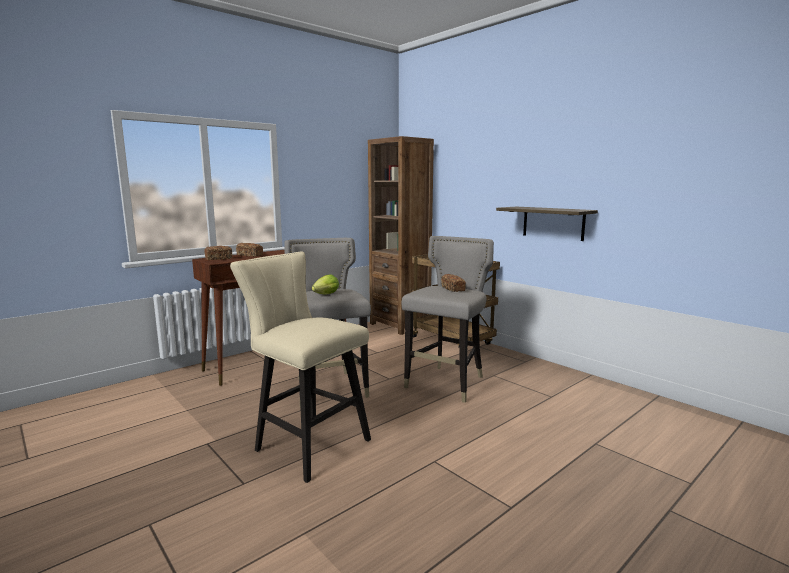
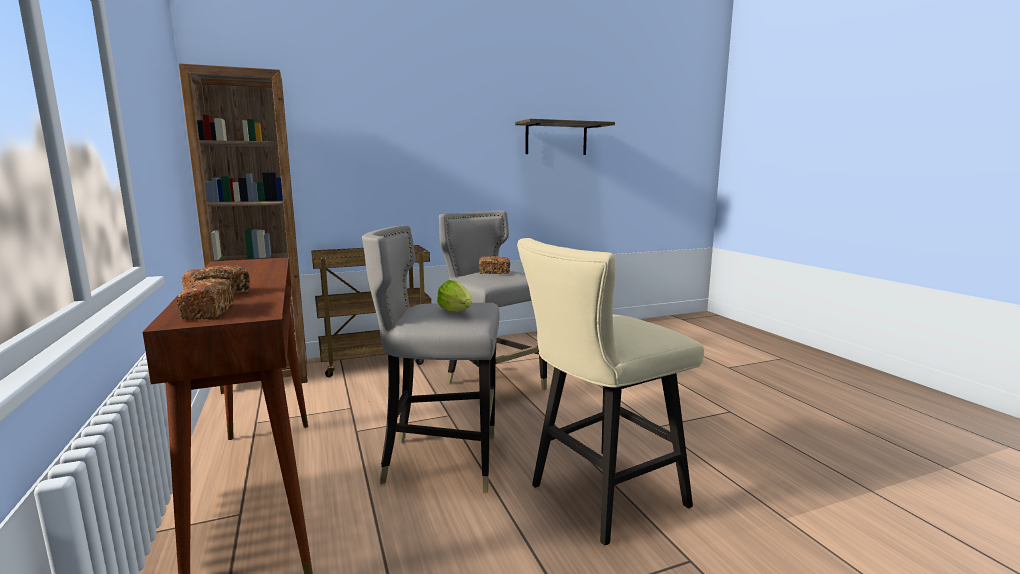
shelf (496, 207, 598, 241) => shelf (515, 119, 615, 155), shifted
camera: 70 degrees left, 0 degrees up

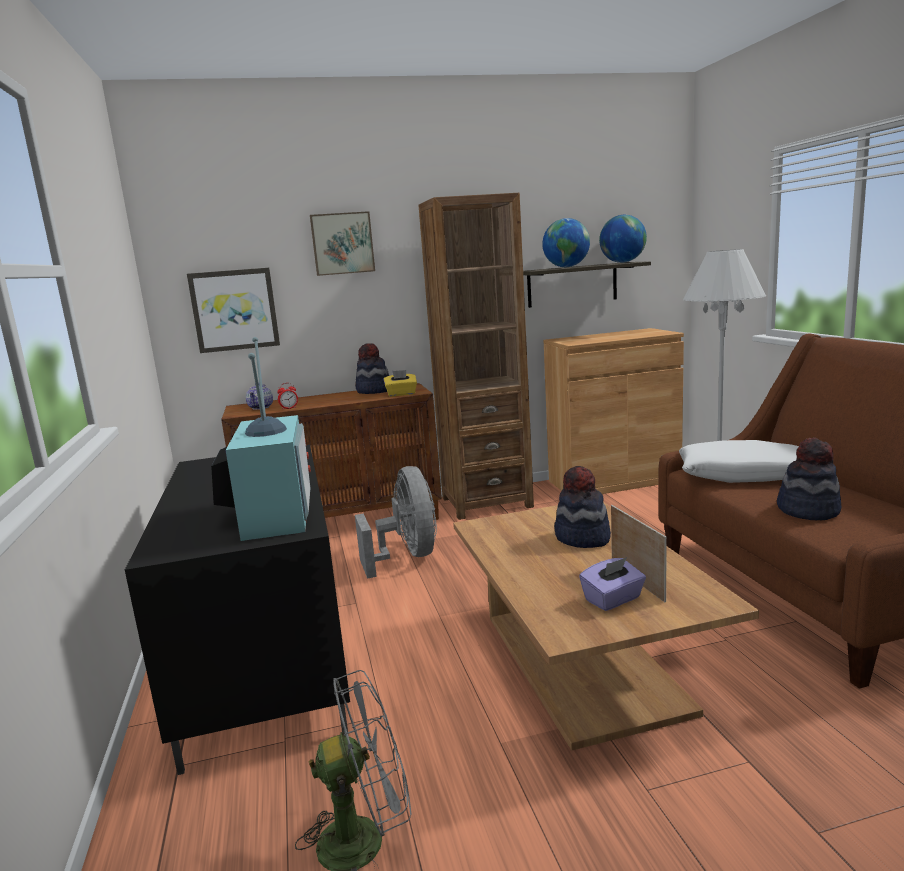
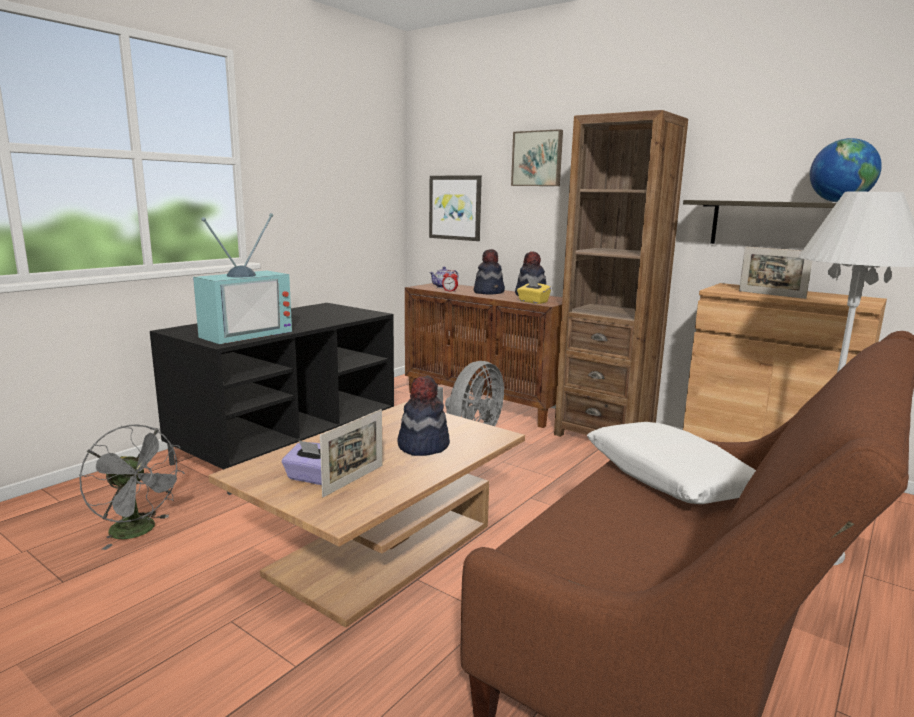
globe (542, 218, 590, 267) => nothing
nothing => picture frame (739, 247, 812, 299)
hat (777, 438, 841, 520) => hat (474, 249, 505, 294), shifted
camera: 50 degrees right, 0 degrees up

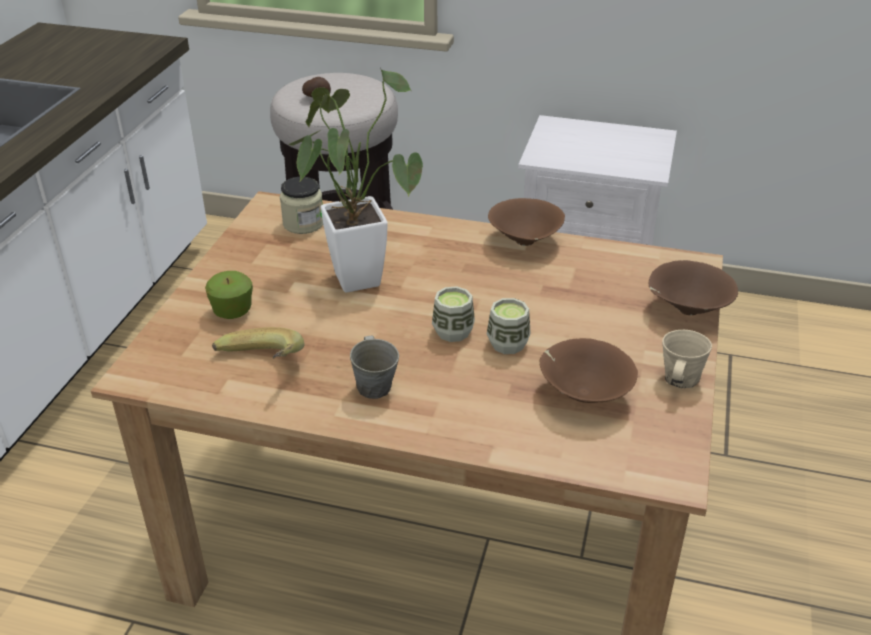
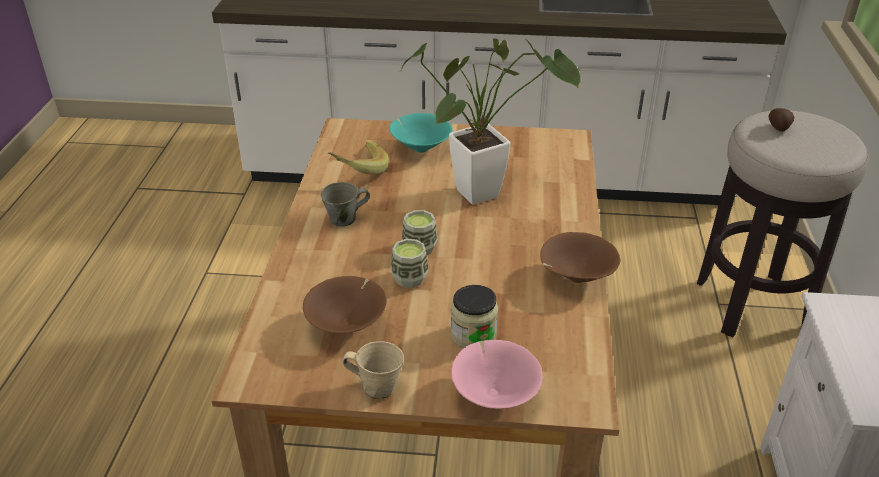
jar (280, 177, 323, 234) => jar (451, 285, 498, 348), shifted
apple (205, 271, 253, 319) => bowl in turquoise (389, 113, 452, 153)
bowl in brown (649, 260, 738, 315) => bowl in pink (451, 340, 542, 409)
camera: 80 degrees right, 0 degrees up

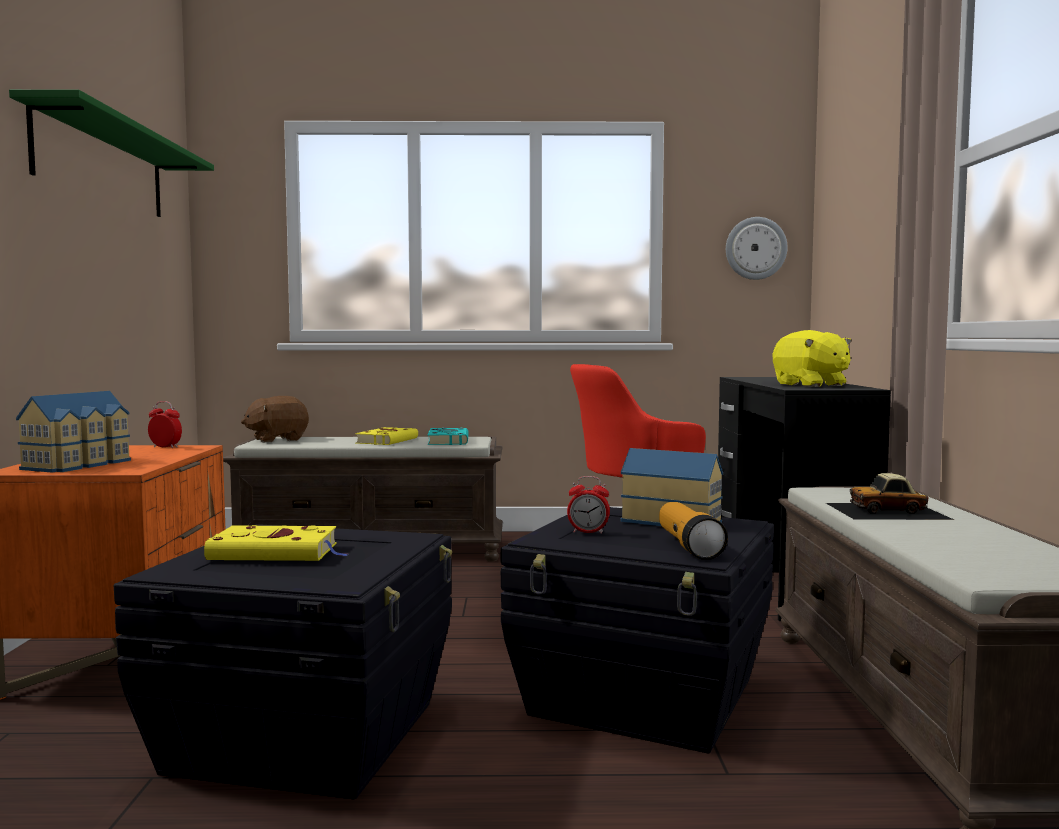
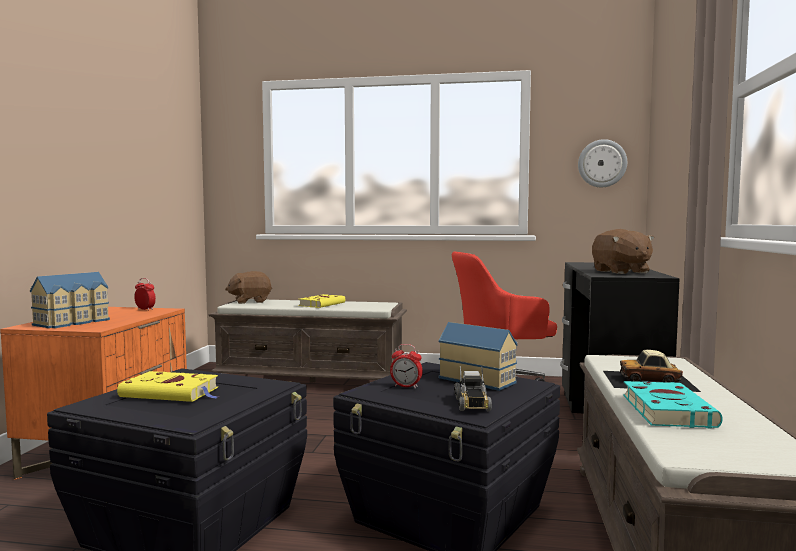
shelf in green (9, 89, 214, 217) => nothing
book in turquoise (428, 428, 469, 445) => book in turquoise (623, 381, 723, 428), shifted
flashlight (659, 502, 728, 560) => toy truck (454, 366, 492, 412)
plush toy in yellow (773, 330, 851, 387) => plush toy in brown (592, 229, 655, 274)
camera: 10 degrees right, 0 degrees up

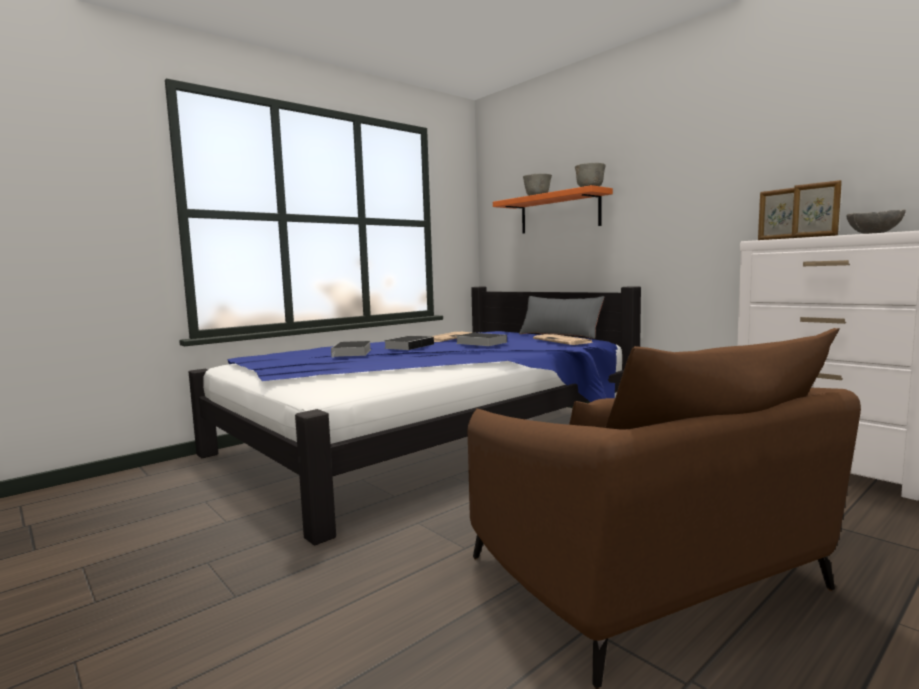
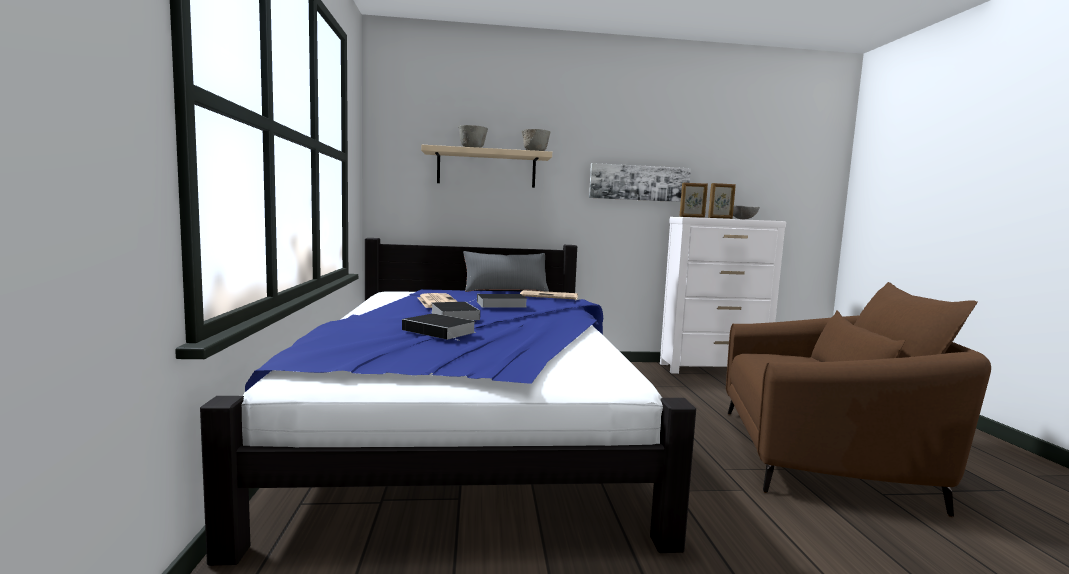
nothing => picture (589, 163, 691, 202)
shelf in orange (493, 185, 613, 234) => shelf in beige (421, 145, 552, 188)
camera: 55 degrees left, 0 degrees up

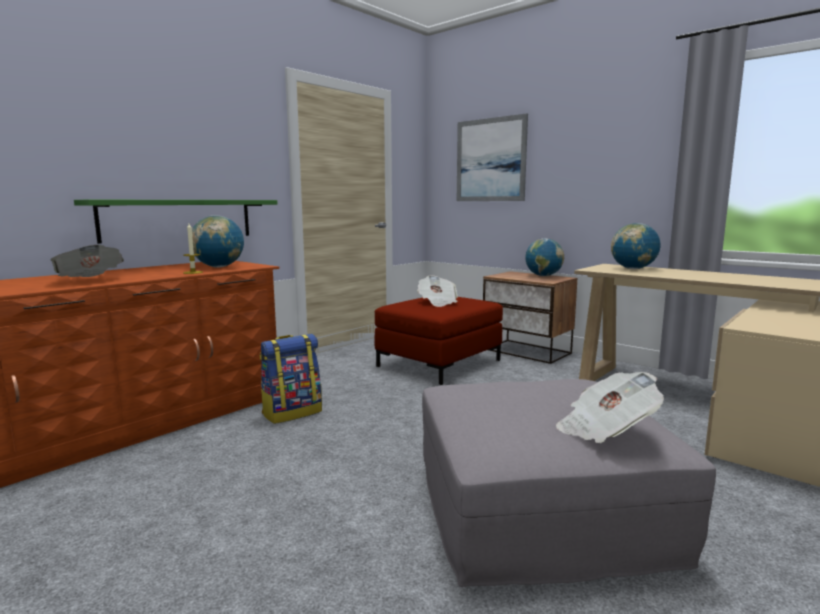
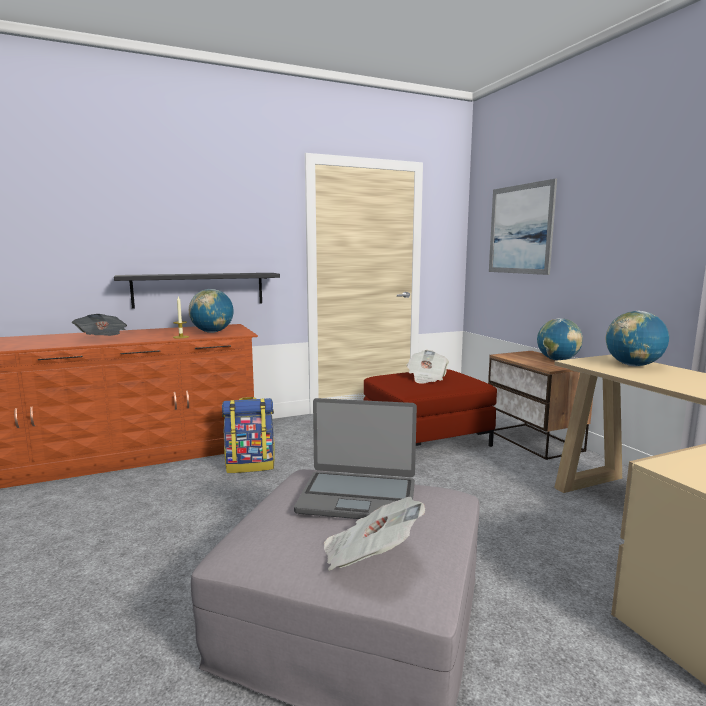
nothing => laptop (294, 398, 417, 519)
shelf in green (74, 200, 277, 244) => shelf in black (114, 273, 280, 309)
camera: 25 degrees right, 0 degrees up

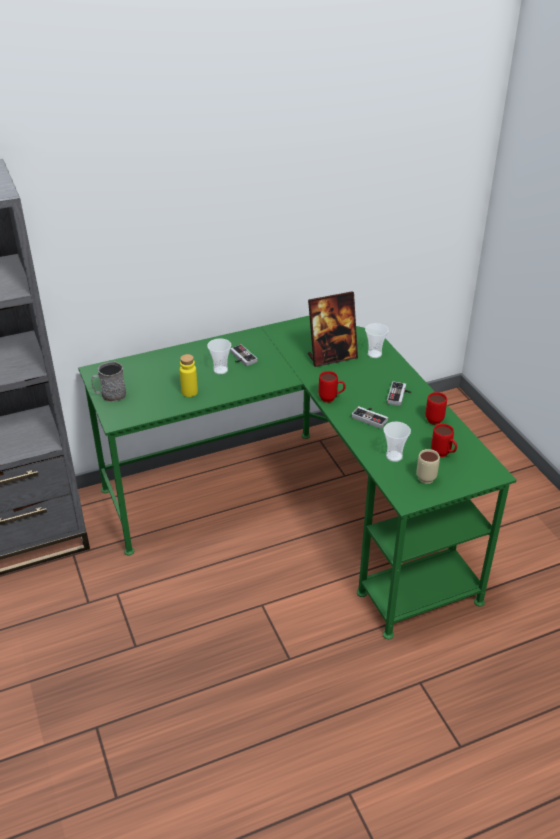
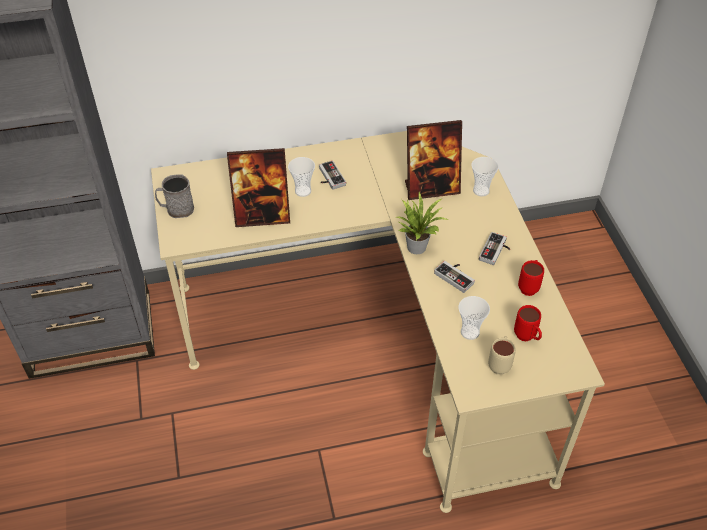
bottle in yellow (180, 354, 198, 397) => picture frame (227, 148, 290, 227)
mug in red (319, 371, 346, 403) => potted plant (396, 192, 448, 254)
desk in green (78, 316, 516, 639) => desk in beige (151, 131, 605, 513)
camera: 10 degrees right, 10 degrees up

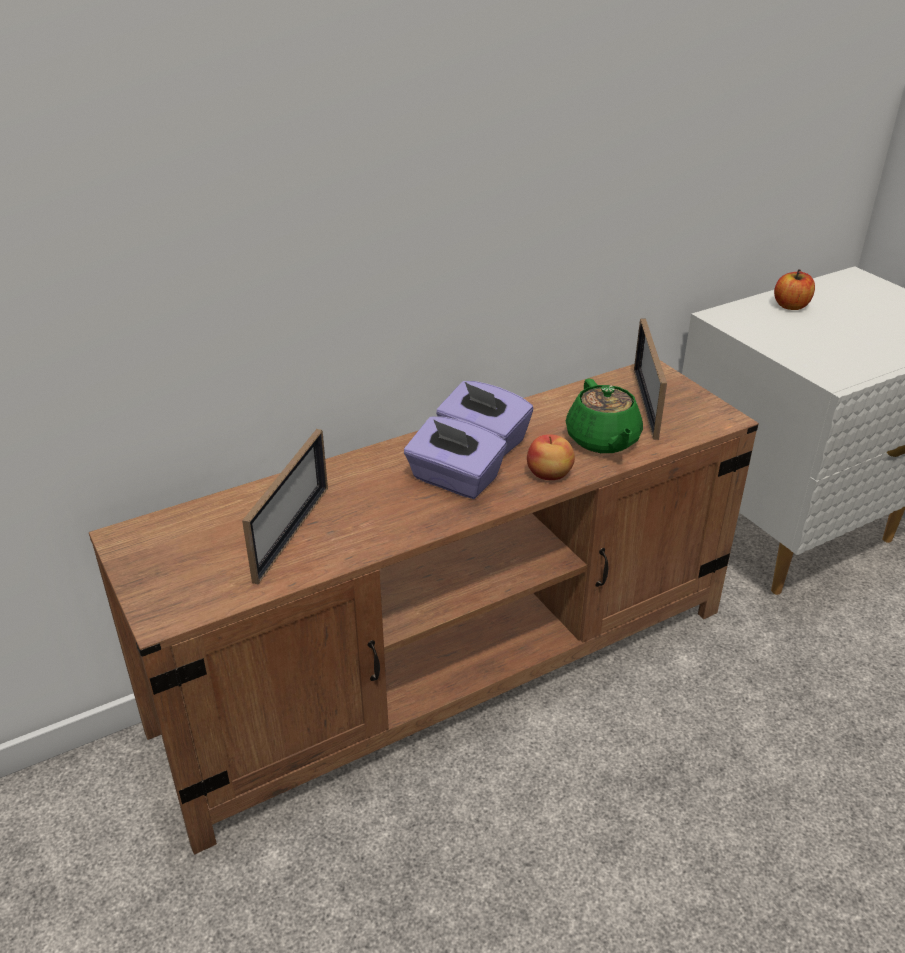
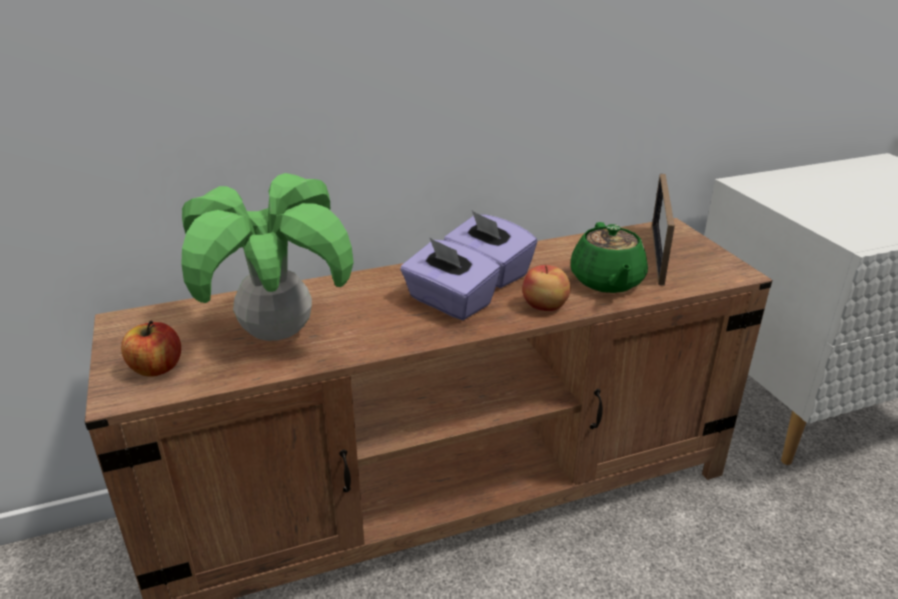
apple (774, 269, 815, 310) => apple (121, 320, 181, 377), shifted
picture frame (242, 429, 328, 584) => potted plant (181, 173, 354, 341)
camera: 10 degrees right, 5 degrees down

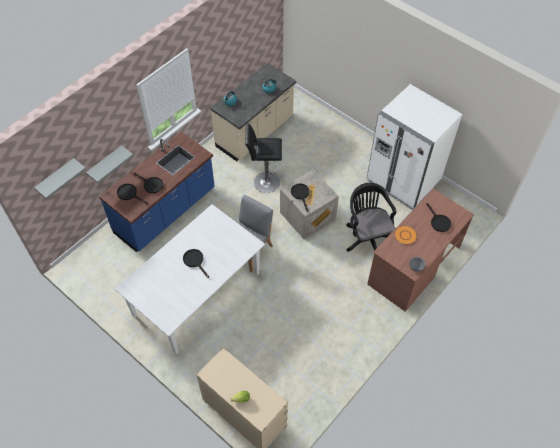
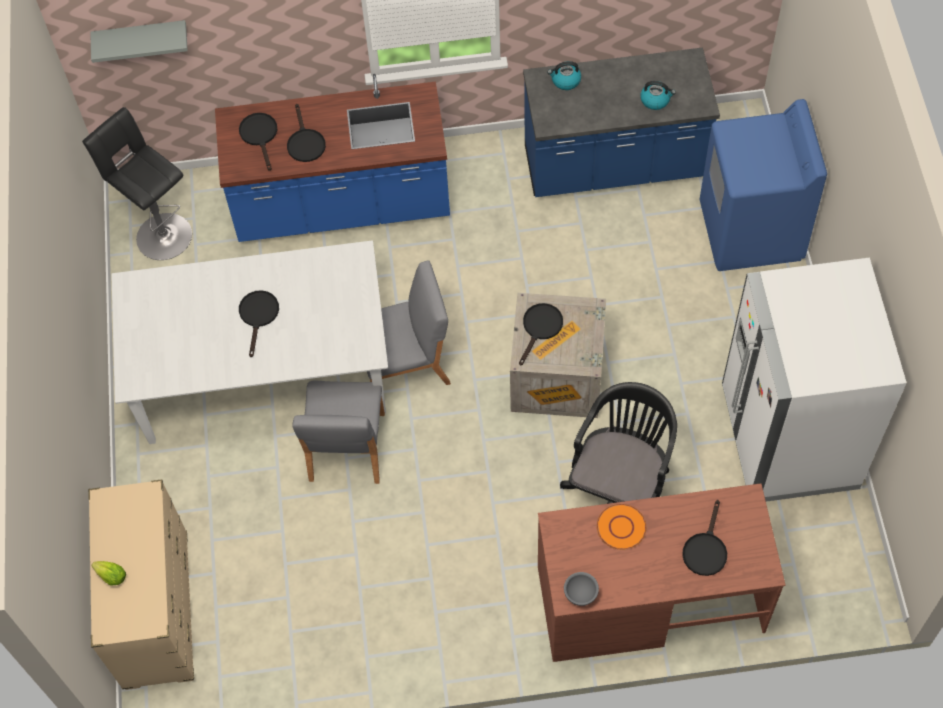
shelf in grey (86, 145, 134, 183) => nothing
nothing => chair in grey (292, 381, 385, 484)
nothing => washing machine in blue (700, 99, 827, 271)
stool in black (245, 124, 282, 193) => stool in black (82, 107, 192, 260), shifted
counter in beige (210, 63, 296, 161) => counter in blue (523, 47, 720, 197)
camera: 45 degrees right, 5 degrees up

